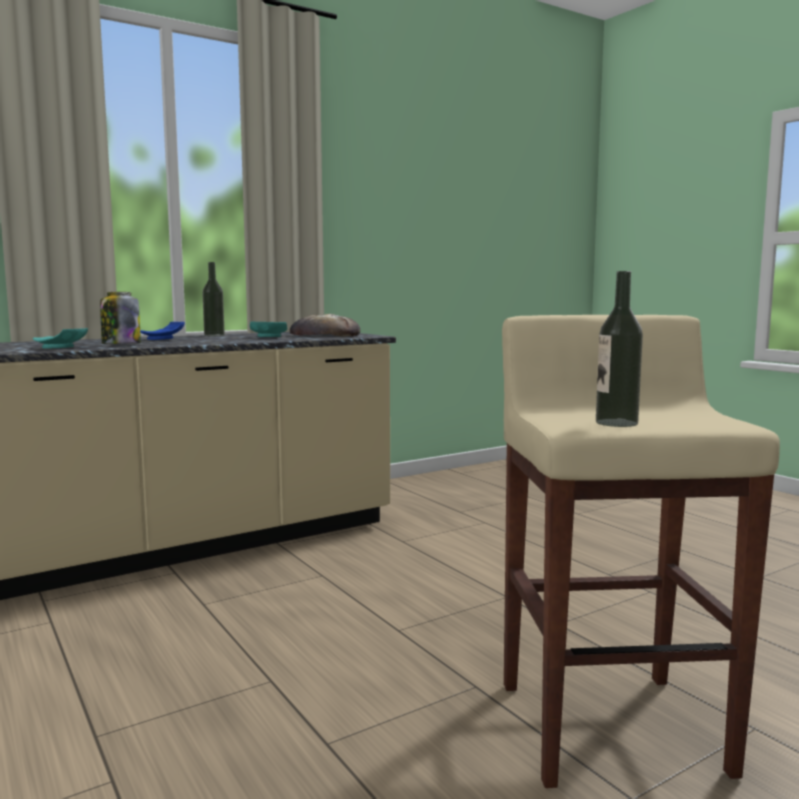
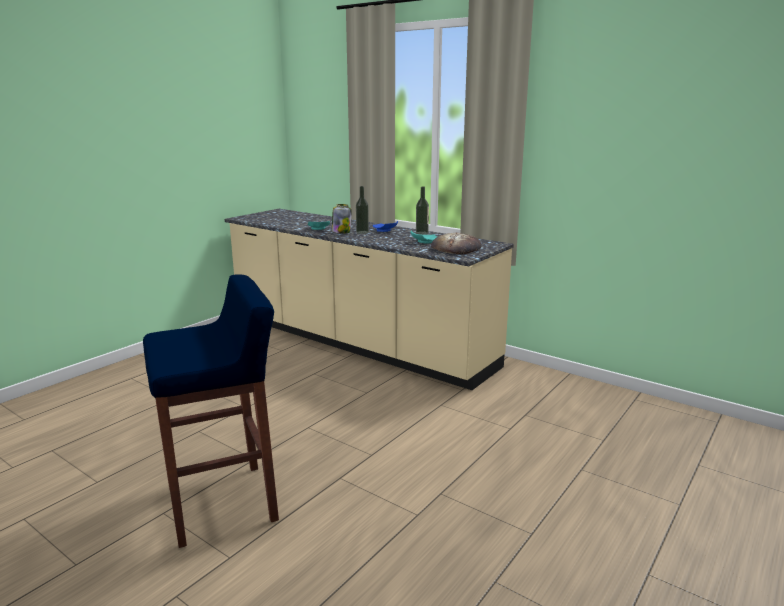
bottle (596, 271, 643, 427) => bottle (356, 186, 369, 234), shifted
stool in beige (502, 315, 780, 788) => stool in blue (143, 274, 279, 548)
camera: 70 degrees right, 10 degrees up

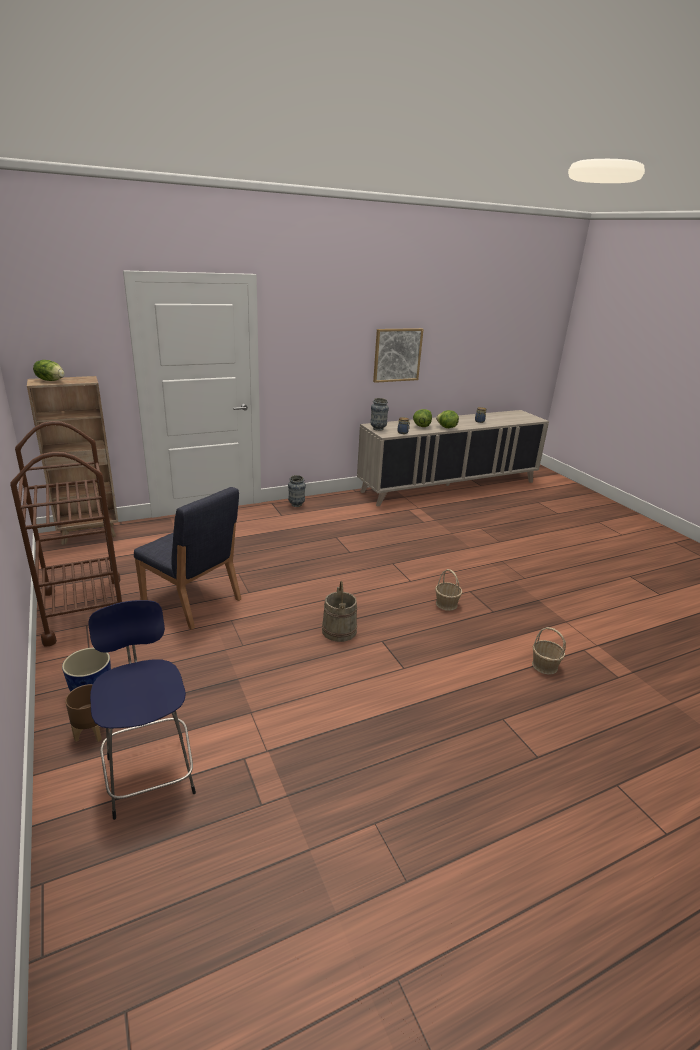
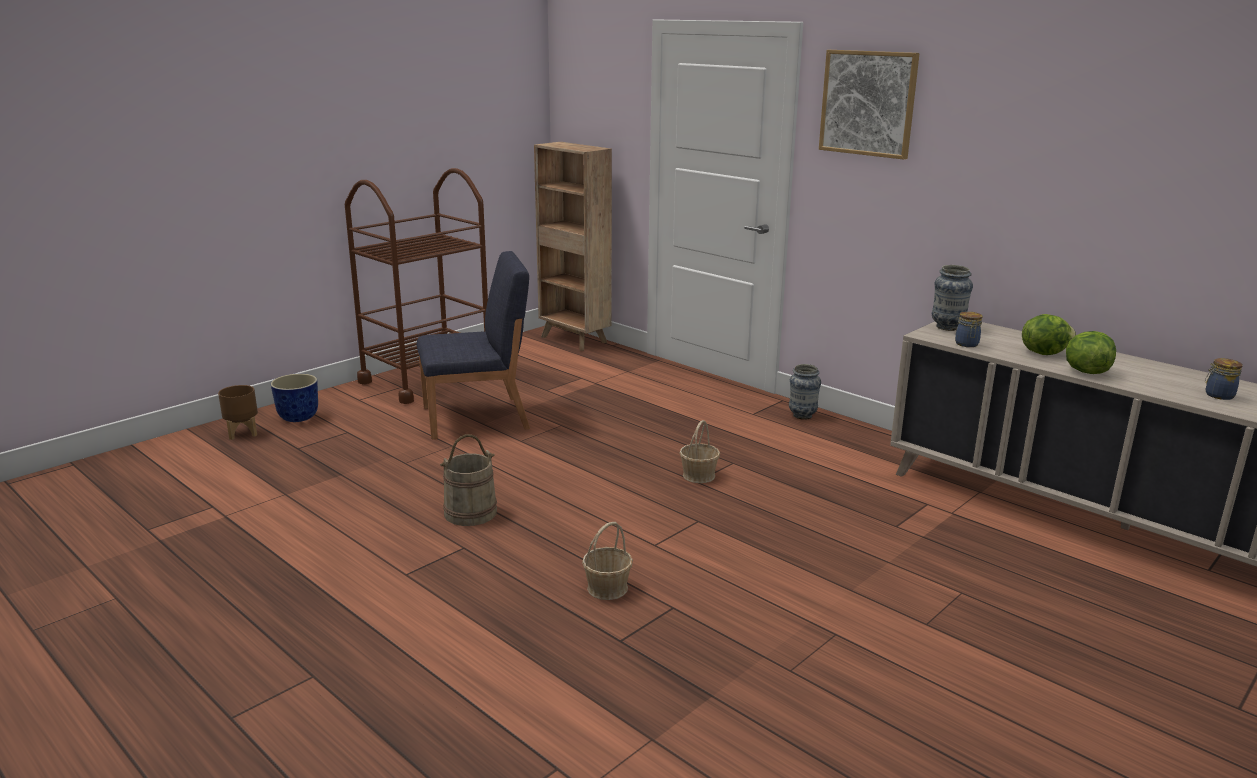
lettuce (33, 360, 65, 381) => nothing
stool in blue (88, 600, 196, 820) => nothing
picture (373, 328, 424, 383) => picture (819, 50, 920, 160), shifted
basket (532, 627, 566, 675) => basket (680, 420, 720, 483), shifted
chair in blue (134, 487, 241, 630) => chair in blue (417, 251, 530, 439), 120 degrees counterclockwise
camera: 70 degrees right, 5 degrees down

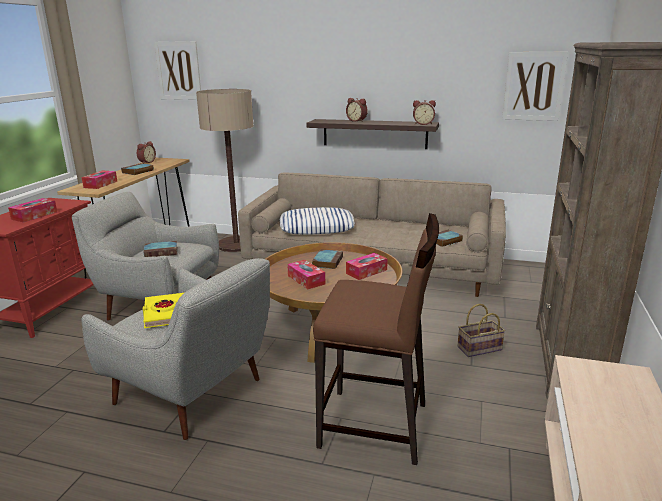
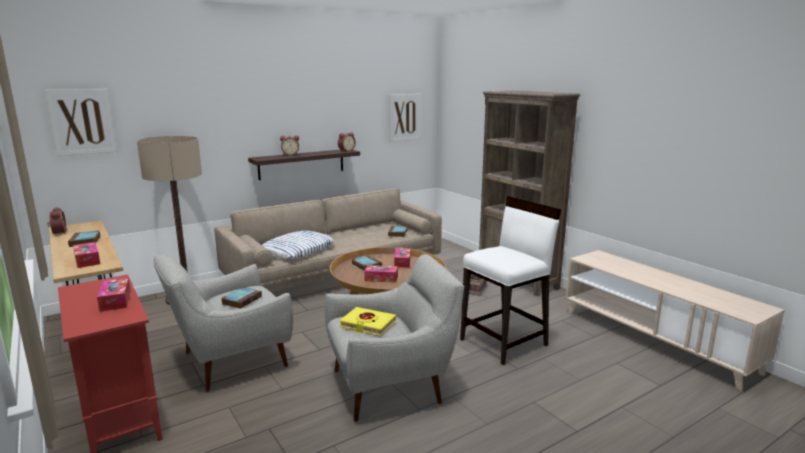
stool in brown (313, 213, 439, 465) => stool in white (460, 196, 561, 365)
camera: 50 degrees left, 5 degrees down

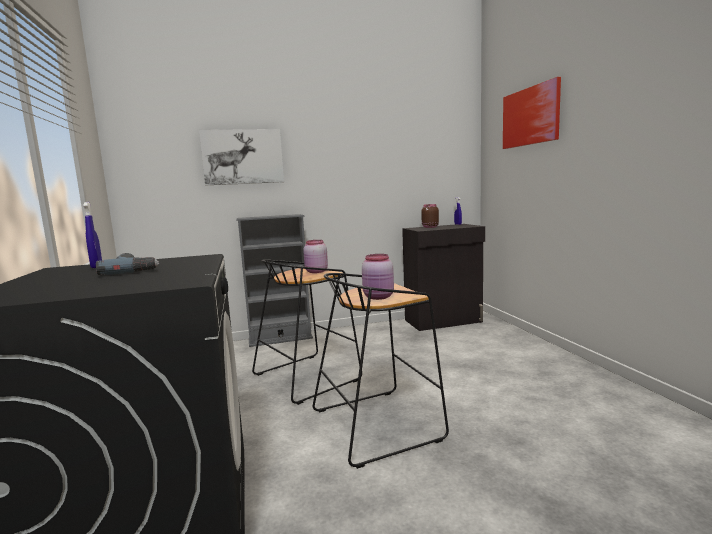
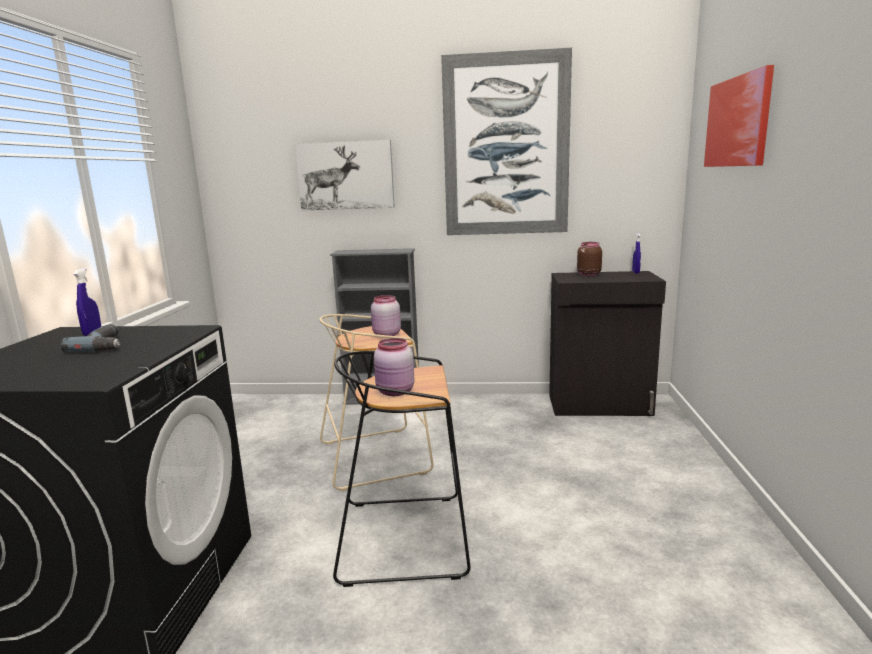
nothing => picture (441, 48, 572, 235)
stool in black (252, 260, 362, 405) => stool in beige (319, 314, 434, 491)
camera: 20 degrees right, 5 degrees up

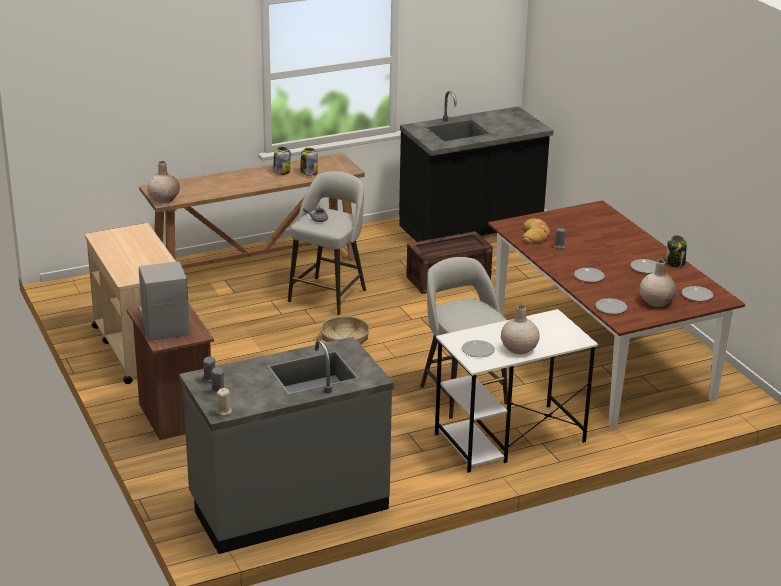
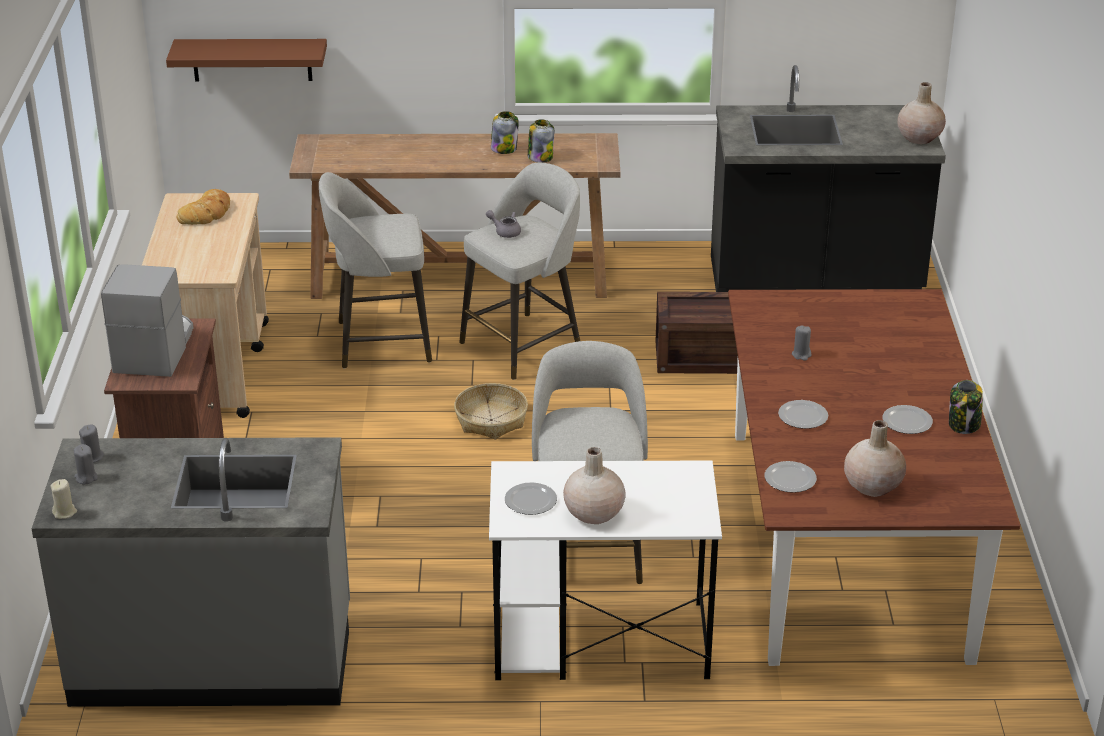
plate (682, 286, 713, 301) => nothing
nothing => shelf in brown (166, 39, 327, 81)
nothing => stool in grey (319, 172, 432, 368)
vase in beige (147, 161, 180, 203) => vase in beige (897, 82, 946, 144), shifted
bread (522, 218, 550, 244) => bread (177, 189, 230, 225), shifted
camera: 25 degrees right, 5 degrees up

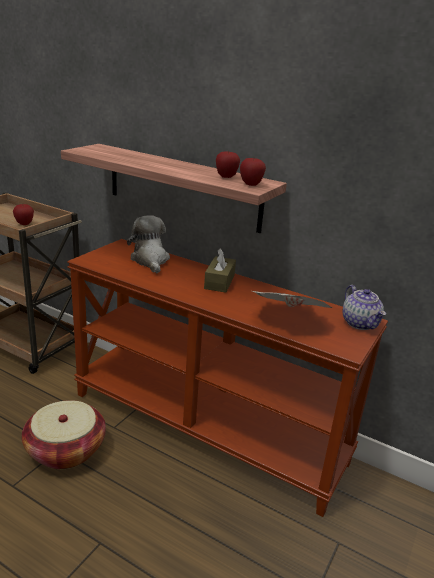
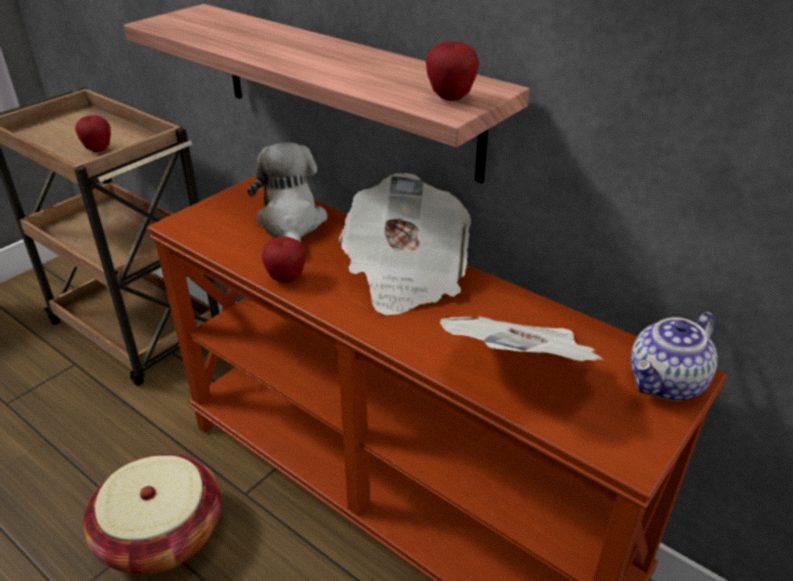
apple (216, 151, 240, 178) => apple (262, 236, 306, 283), shifted
tissue box in brown (204, 248, 236, 293) => newspaper (339, 173, 471, 315)
teapot (343, 285, 386, 330) => teapot (631, 312, 718, 401), 60 degrees clockwise
camera: 10 degrees right, 10 degrees up

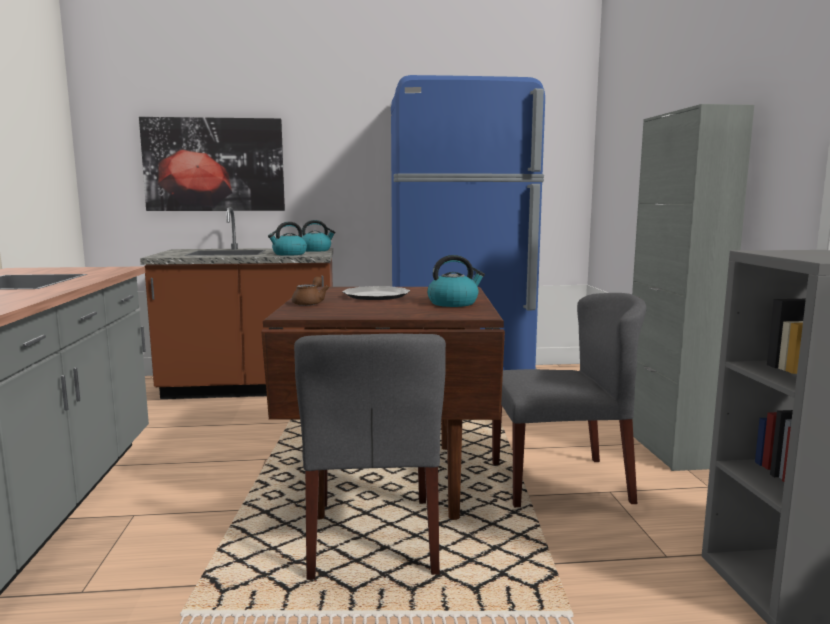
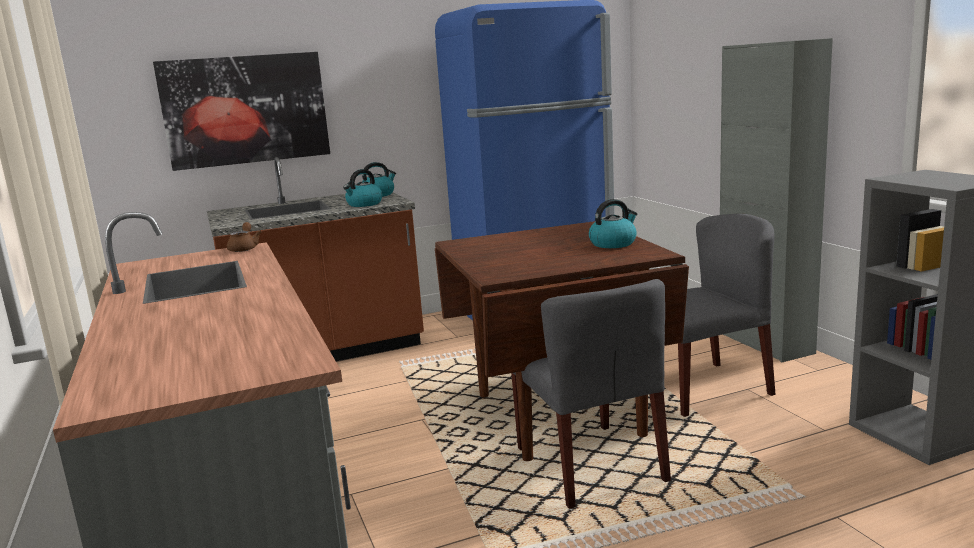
plate (342, 286, 410, 300) => nothing
teapot in brown (292, 277, 329, 306) => teapot in brown (227, 222, 262, 252), shifted
camera: 15 degrees left, 5 degrees up

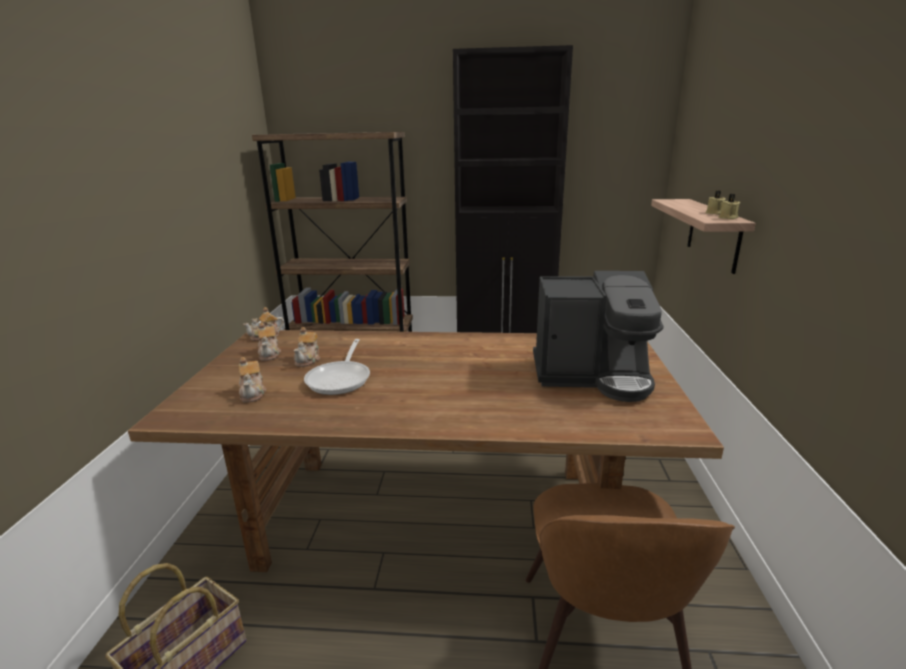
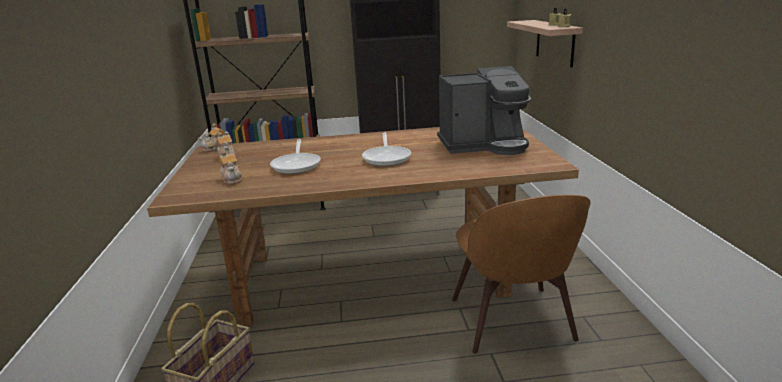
teapot (294, 327, 321, 367) => nothing
nothing => frying pan (362, 133, 411, 166)
camera: 10 degrees left, 0 degrees up

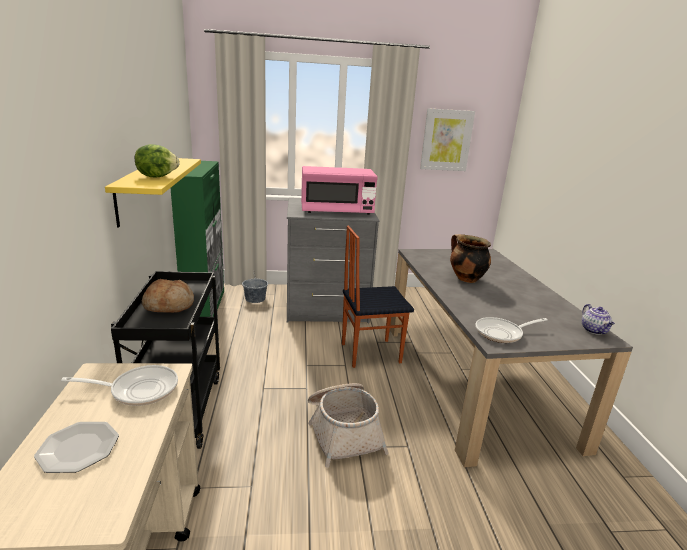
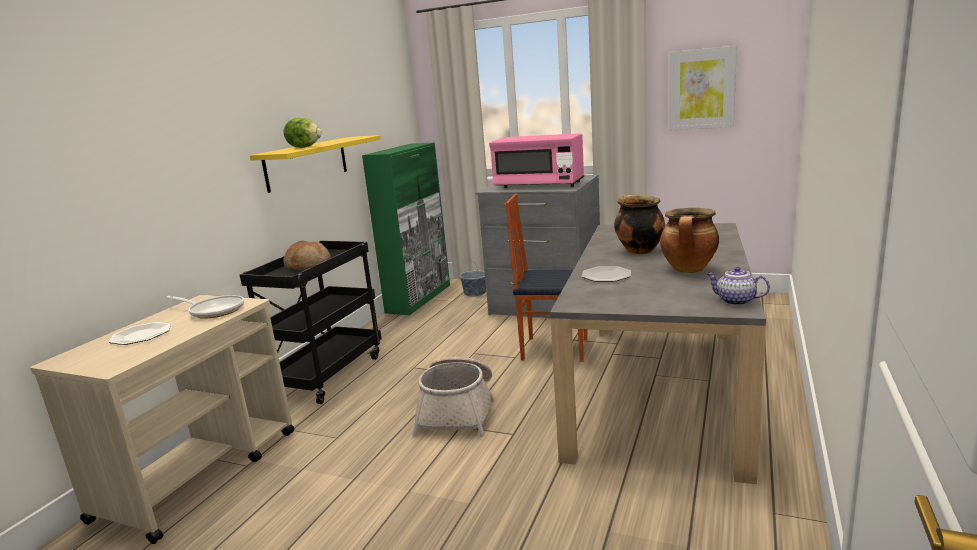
frying pan (475, 317, 548, 343) => nothing
nothing => plate (581, 266, 631, 282)
nothing => cooking pot (660, 208, 719, 273)
teapot (582, 304, 615, 335) => teapot (706, 267, 770, 305), 105 degrees clockwise
camera: 30 degrees right, 5 degrees down

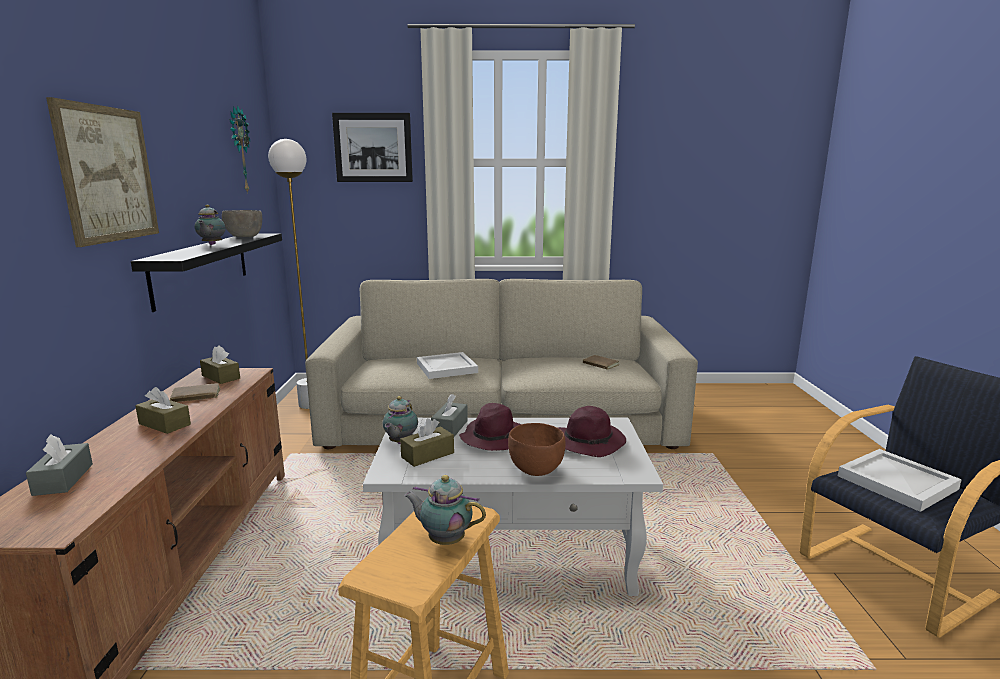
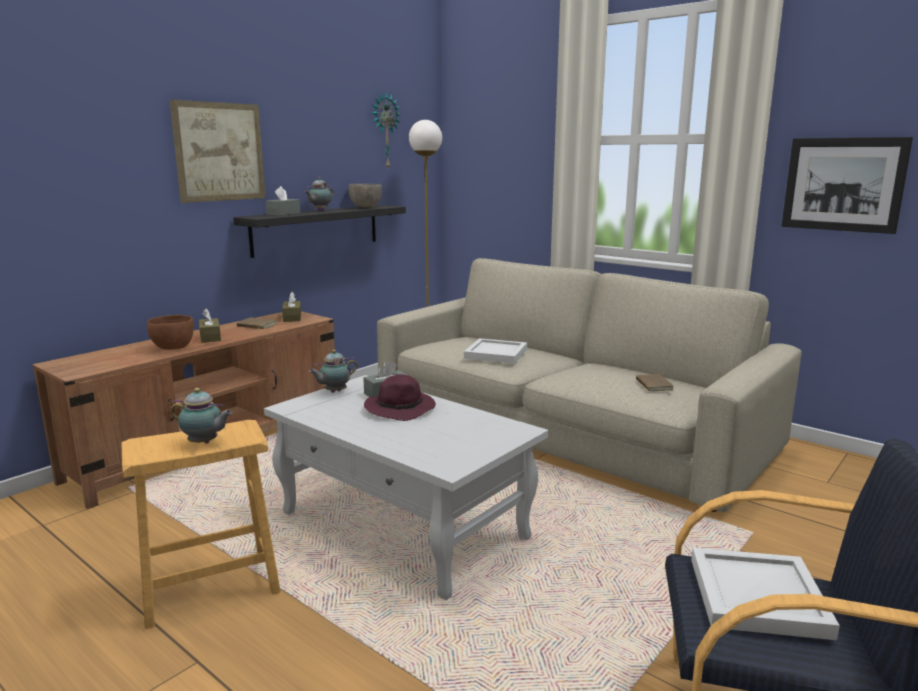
tissue box in brown (400, 418, 454, 467) => nothing
hat in purple (558, 406, 626, 457) => nothing
tissue box in grey (26, 434, 93, 496) => tissue box in grey (266, 186, 300, 216), shifted
picture (332, 113, 413, 182) => picture (781, 137, 913, 234), shifted
bowl in brown (508, 423, 566, 476) => bowl in brown (147, 315, 194, 350), shifted
teapot (404, 475, 486, 545) => teapot (170, 388, 233, 444), 135 degrees clockwise
camera: 40 degrees right, 0 degrees up

